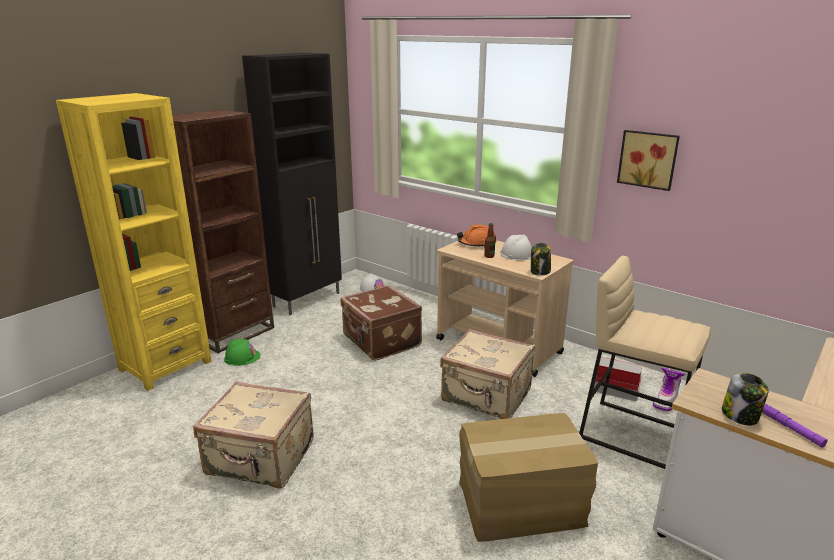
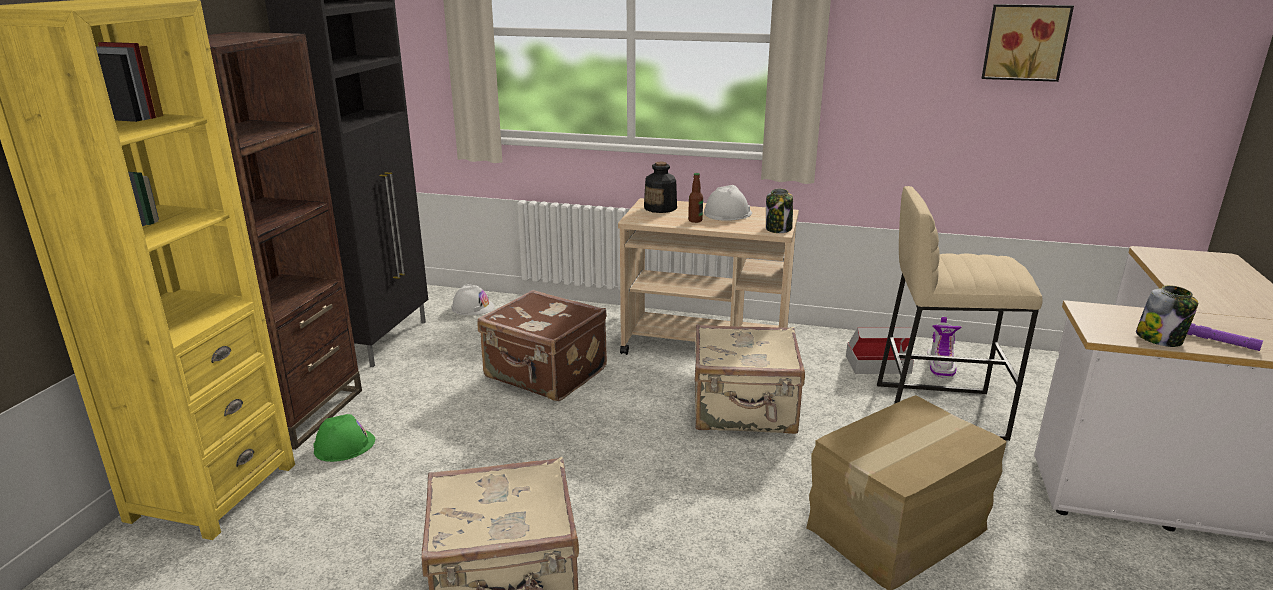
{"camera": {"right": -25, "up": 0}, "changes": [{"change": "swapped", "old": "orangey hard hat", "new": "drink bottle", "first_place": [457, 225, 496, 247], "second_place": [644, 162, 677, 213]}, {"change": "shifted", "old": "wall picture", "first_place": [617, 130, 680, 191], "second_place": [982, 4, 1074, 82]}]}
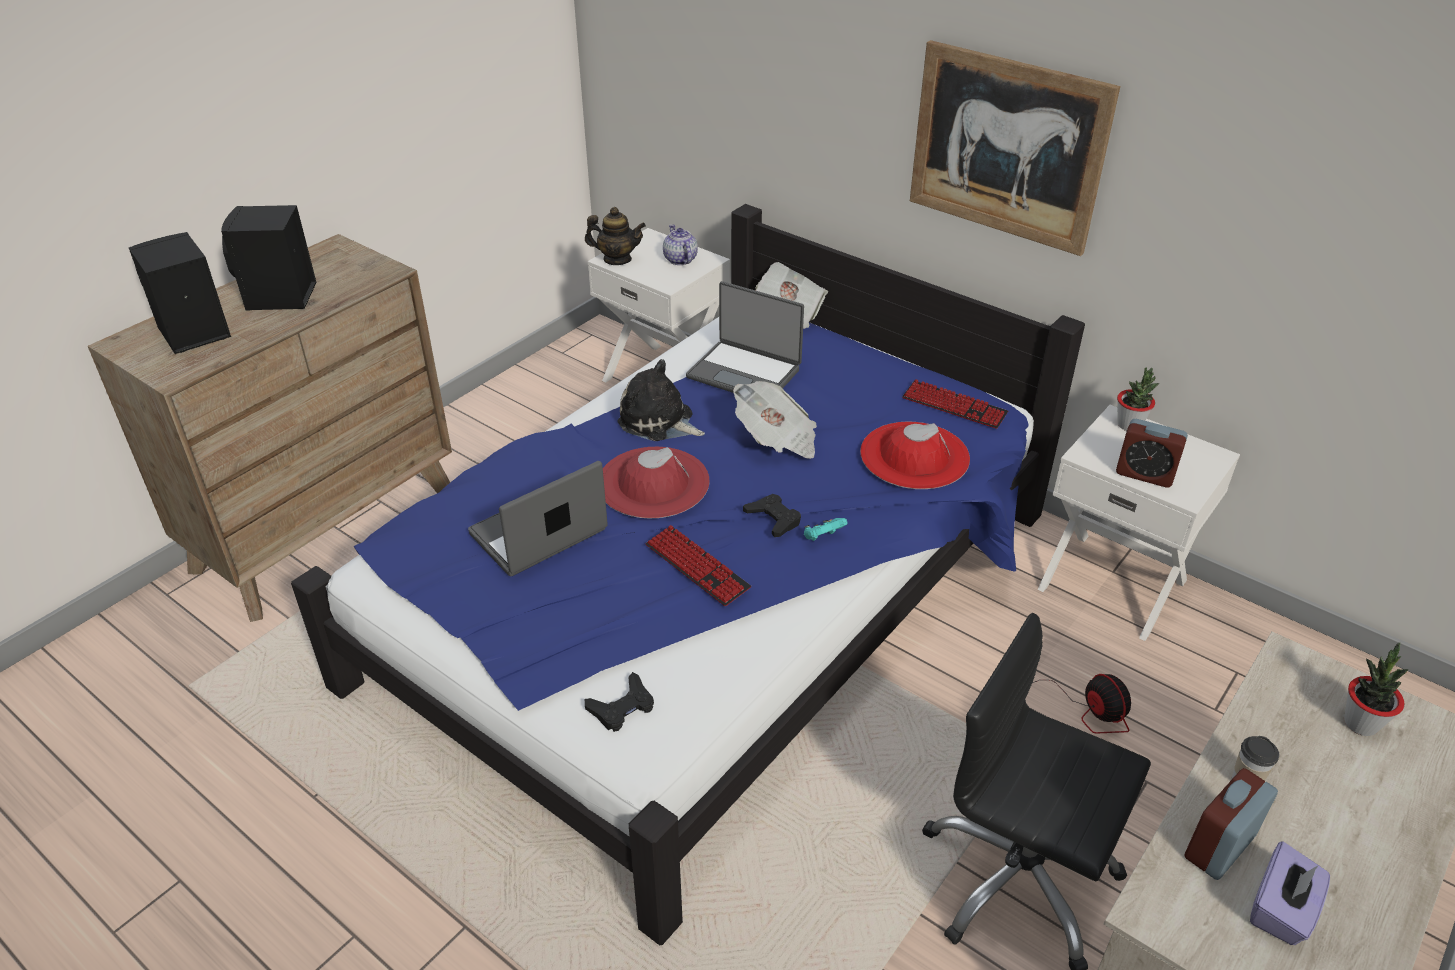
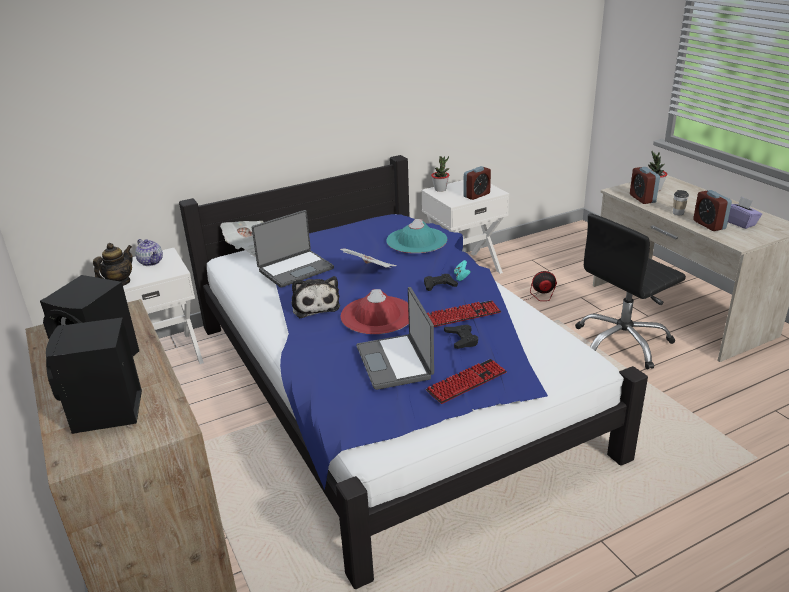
{"camera": {"right": -65, "up": -10}, "changes": [{"change": "shifted", "old": "black joypad", "first_place": [585, 672, 654, 732], "second_place": [444, 324, 478, 349]}, {"change": "rotated", "old": "cuddly toy", "first_place": [617, 359, 705, 441], "second_place": [291, 276, 340, 318], "degrees": -75}, {"change": "rotated", "old": "pot for tea", "first_place": [663, 224, 698, 265], "second_place": [135, 239, 163, 266], "degrees": -135}, {"change": "repainted", "old": "red-coloured clothing hat", "new": "turquoise clothing hat", "first_place": [860, 422, 970, 489], "second_place": [386, 219, 447, 253]}, {"change": "shifted", "old": "keyboard", "first_place": [902, 379, 1008, 429], "second_place": [426, 359, 507, 404]}, {"change": "gone", "old": "wall picture", "first_place": [910, 40, 1120, 256]}, {"change": "new", "new": "alarm clock", "second_place": [630, 167, 660, 204]}]}
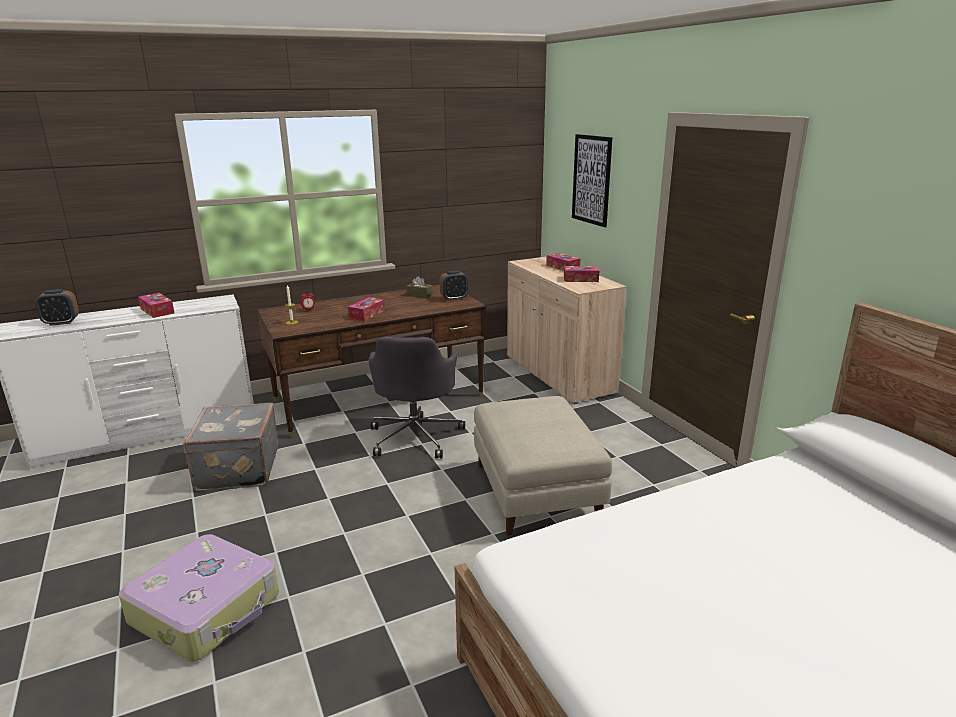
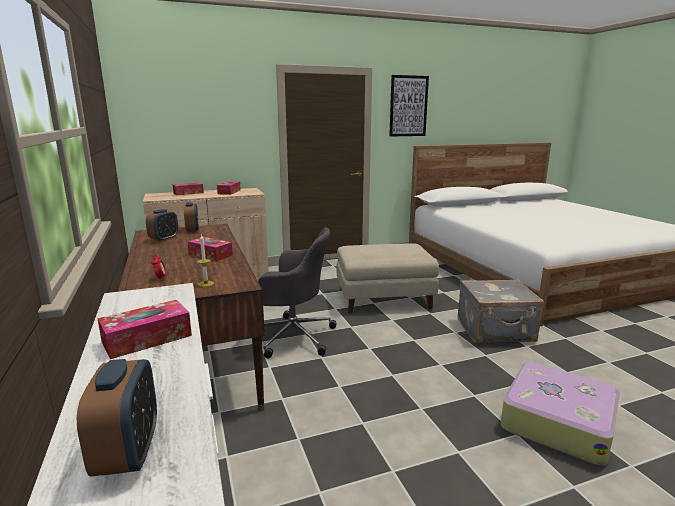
{"camera": {"right": -85, "up": -5}, "changes": [{"change": "shifted", "old": "gray suitcase", "first_place": [183, 403, 279, 491], "second_place": [458, 279, 544, 343]}, {"change": "swapped", "old": "brown-coloured box of tissues", "new": "alarm clock", "first_place": [407, 276, 433, 298], "second_place": [146, 209, 178, 242]}, {"change": "shifted", "old": "wall picture", "first_place": [572, 134, 612, 227], "second_place": [389, 75, 429, 137]}]}
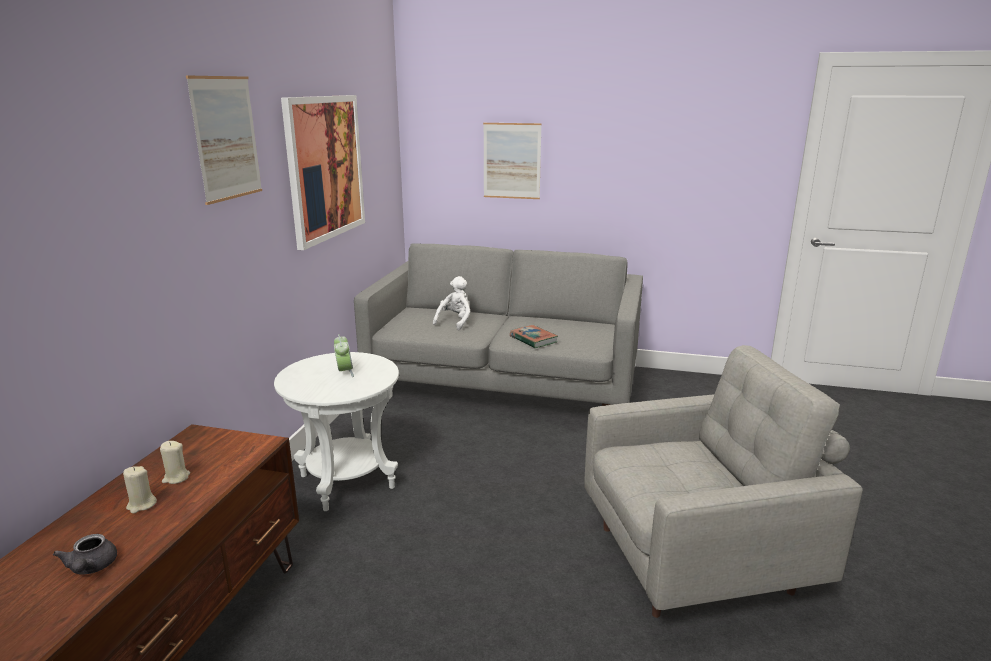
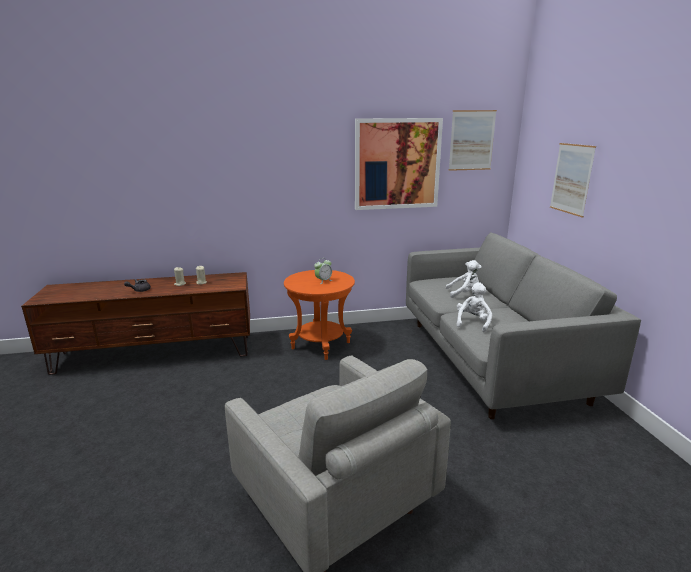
{"camera": {"right": 65, "up": 0}, "changes": [{"change": "shifted", "old": "wall picture", "first_place": [186, 76, 262, 205], "second_place": [449, 110, 497, 171]}, {"change": "repainted", "old": "whitish end table", "new": "orangey end table", "first_place": [274, 352, 399, 511], "second_place": [284, 270, 355, 360]}, {"change": "swapped", "old": "book", "new": "whitish cuddly toy", "first_place": [510, 325, 558, 348], "second_place": [456, 282, 492, 332]}]}
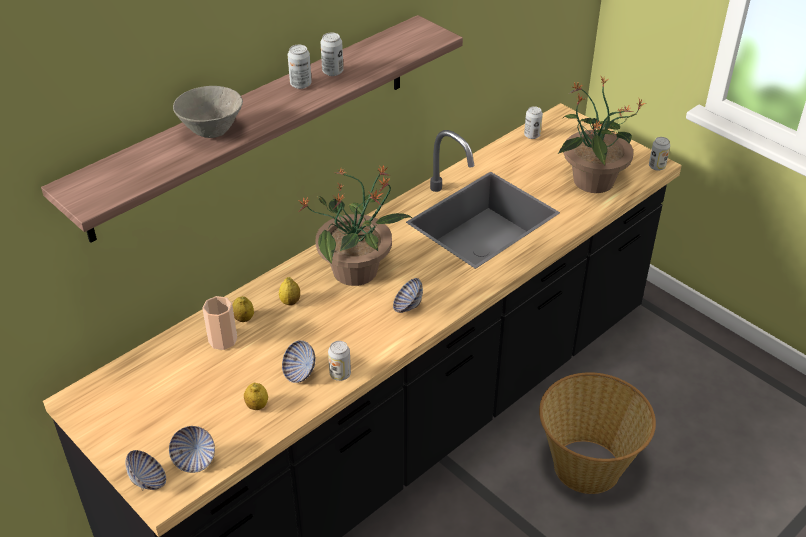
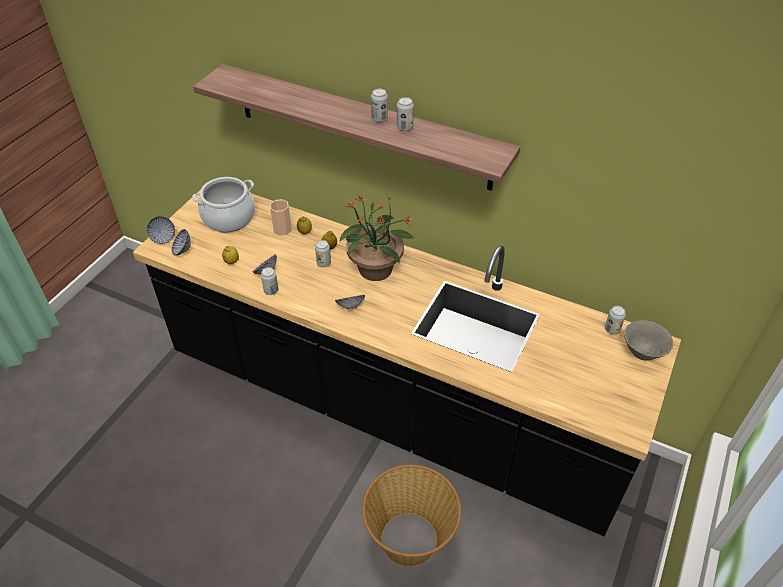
{"camera": {"right": 70, "up": 5}, "changes": [{"change": "shifted", "old": "gray bowl", "first_place": [173, 86, 243, 138], "second_place": [624, 320, 673, 361]}, {"change": "gone", "old": "potted plant", "first_place": [558, 76, 646, 193]}, {"change": "shifted", "old": "metal can", "first_place": [649, 137, 670, 171], "second_place": [315, 240, 331, 267]}, {"change": "new", "new": "saucepot", "second_place": [192, 177, 255, 232]}]}
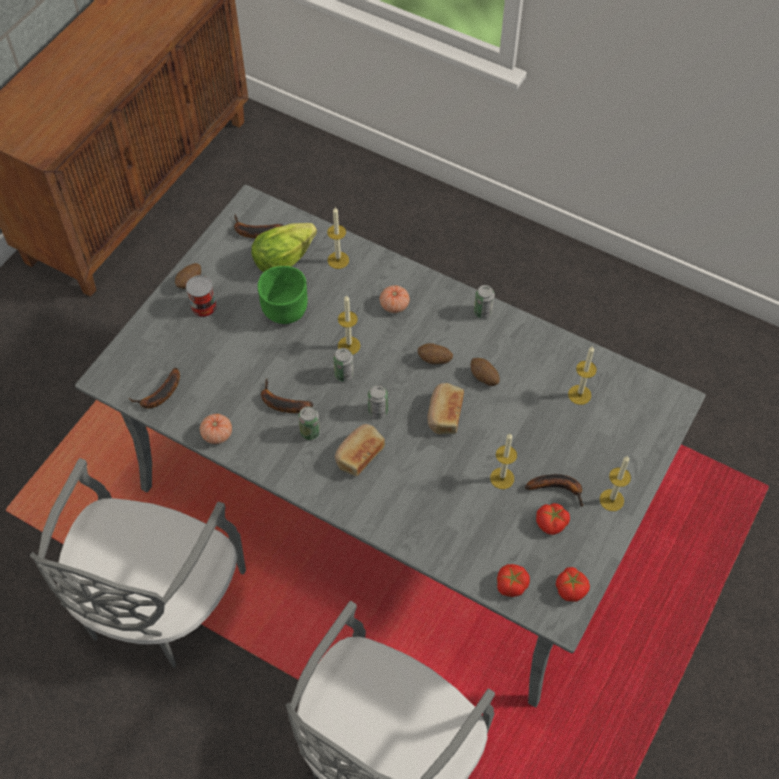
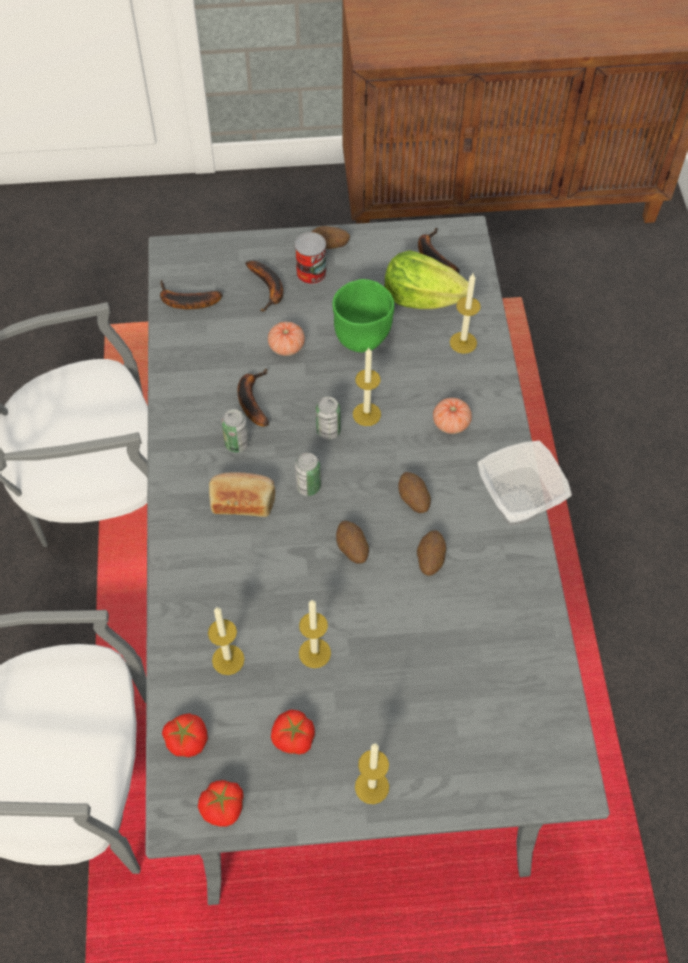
{"camera": {"right": 55, "up": 0}, "changes": [{"change": "shifted", "old": "whole tomato", "first_place": [200, 414, 232, 444], "second_place": [268, 322, 305, 356]}, {"change": "swapped", "old": "bread", "new": "whole potato", "first_place": [428, 383, 464, 434], "second_place": [336, 521, 369, 564]}, {"change": "swapped", "old": "metal can", "new": "bowl", "first_place": [474, 285, 495, 319], "second_place": [478, 441, 572, 526]}, {"change": "shifted", "old": "banana", "first_place": [525, 474, 584, 507], "second_place": [245, 261, 283, 311]}, {"change": "shifted", "old": "wax candle", "first_place": [568, 346, 597, 405], "second_place": [208, 607, 245, 675]}]}
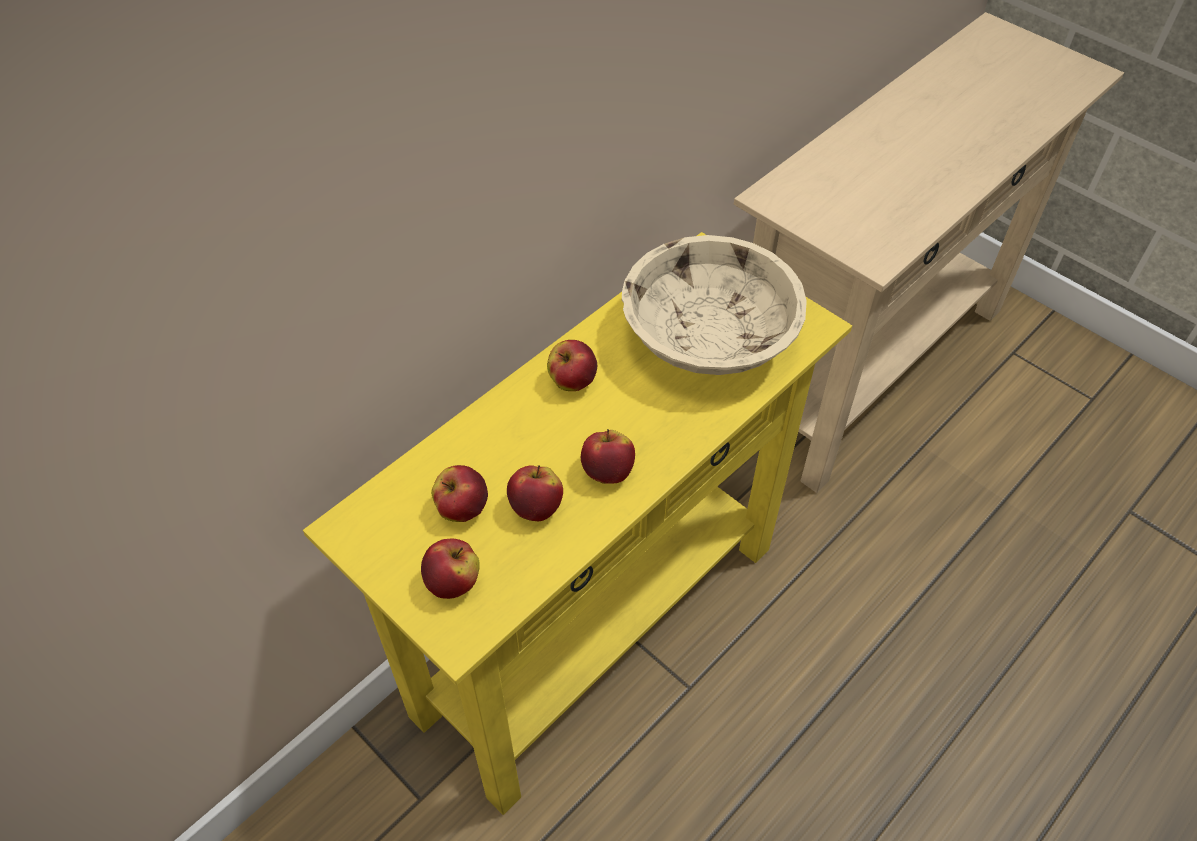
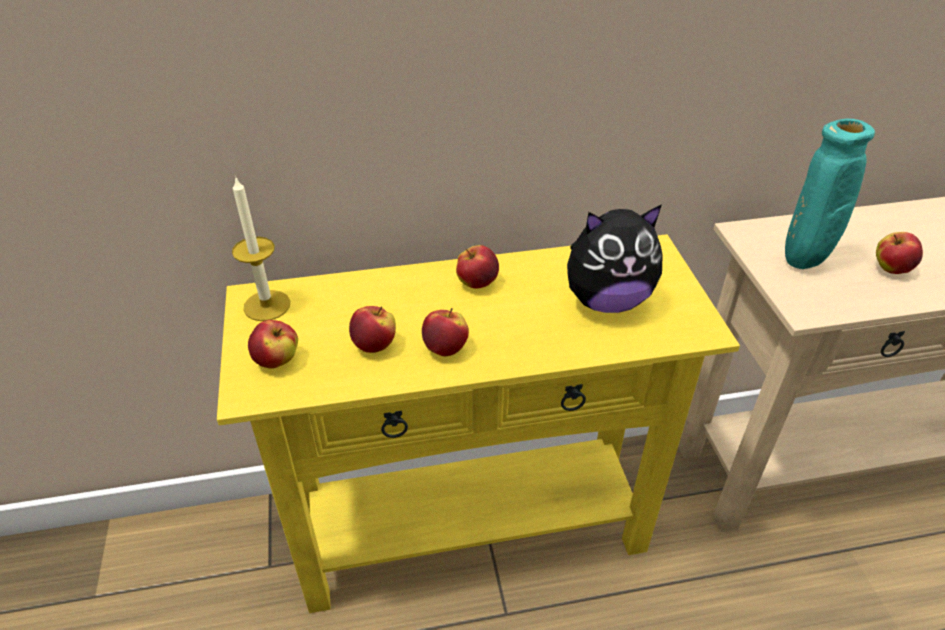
{"camera": {"right": 35, "up": -10}, "changes": [{"change": "shifted", "old": "apple fruit", "first_place": [431, 465, 488, 522], "second_place": [876, 232, 923, 274]}, {"change": "swapped", "old": "beige bowl", "new": "cuddly toy", "first_place": [622, 235, 807, 375], "second_place": [567, 205, 663, 313]}, {"change": "new", "new": "wax candle", "second_place": [232, 176, 290, 321]}, {"change": "new", "new": "turquoise vase", "second_place": [785, 119, 875, 269]}]}
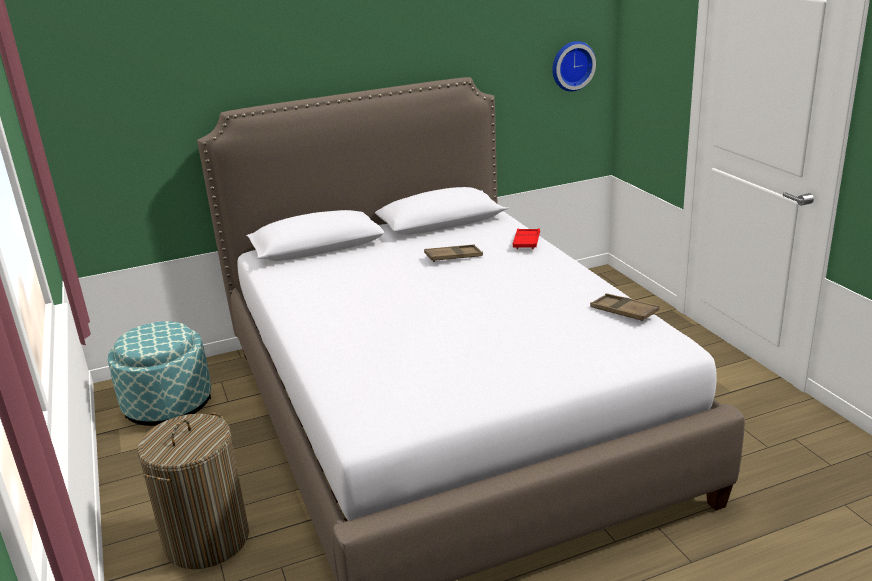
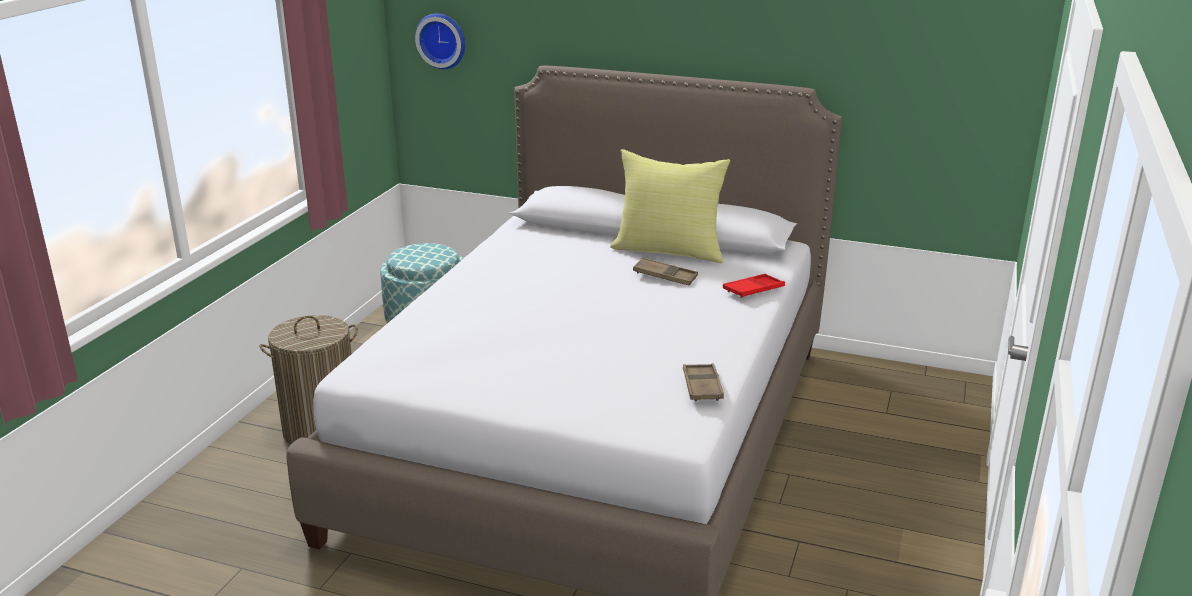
{"camera": {"right": 40, "up": 0}, "changes": [{"change": "shifted", "old": "hanging clock", "first_place": [552, 41, 596, 92], "second_place": [415, 13, 465, 69]}, {"change": "new", "new": "yellowish pillow", "second_place": [610, 149, 730, 263]}]}
